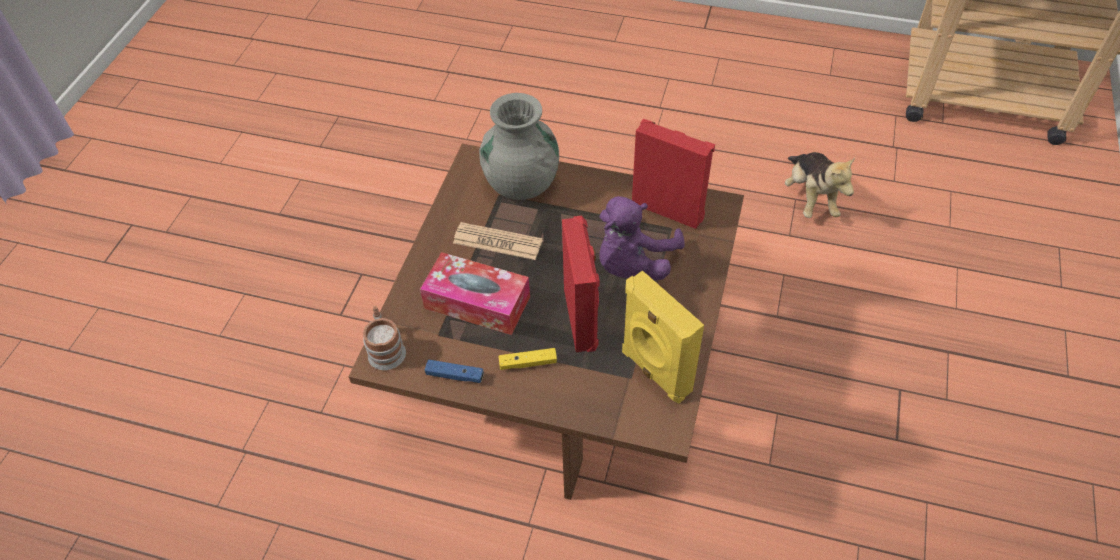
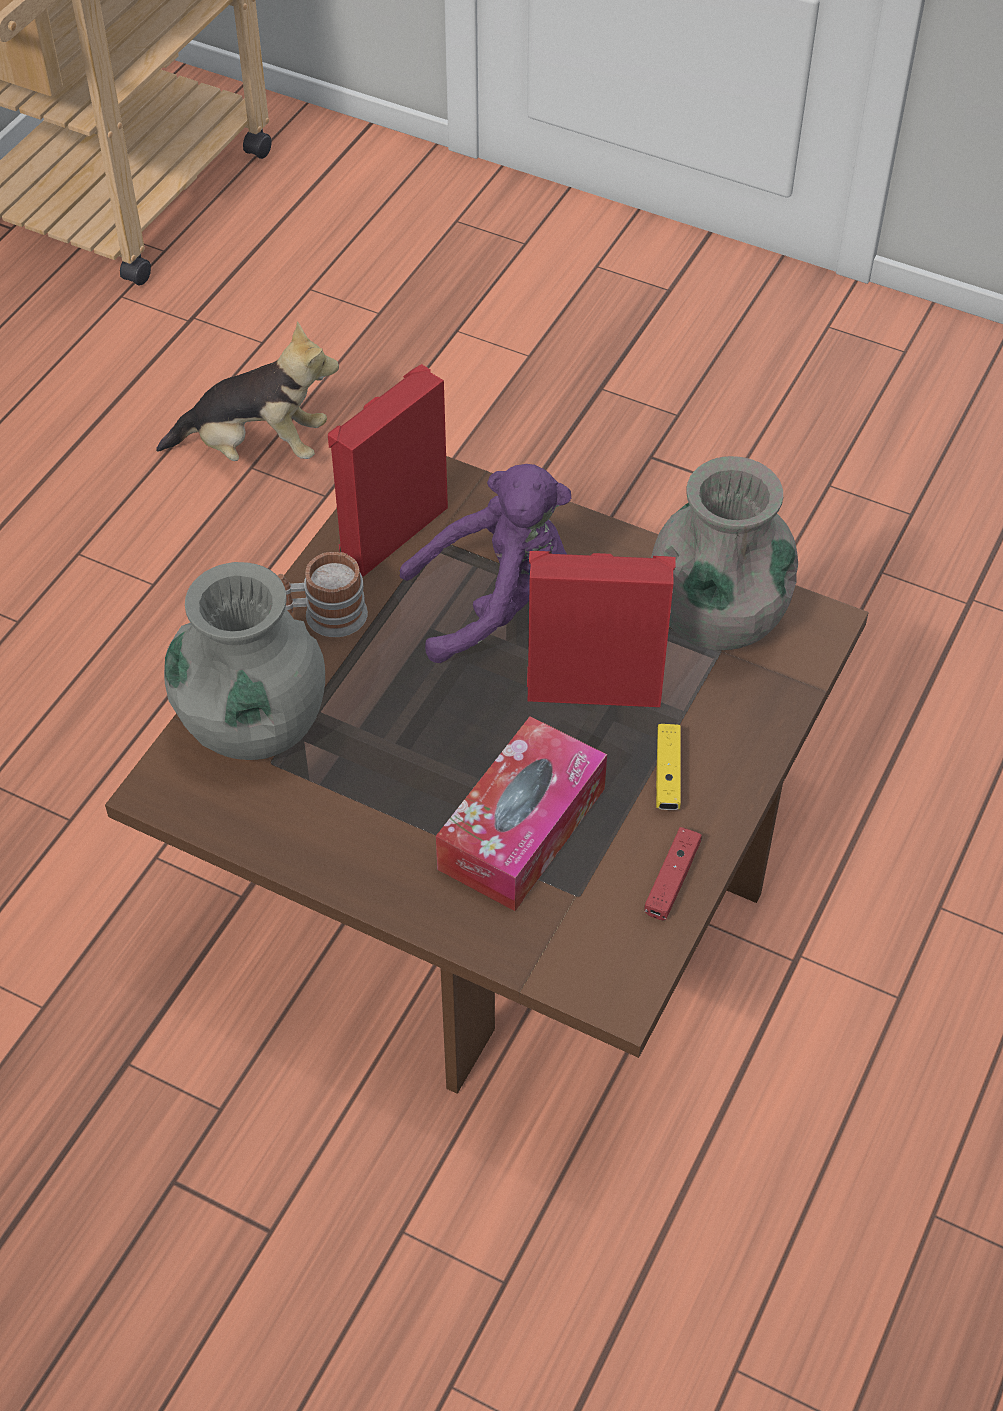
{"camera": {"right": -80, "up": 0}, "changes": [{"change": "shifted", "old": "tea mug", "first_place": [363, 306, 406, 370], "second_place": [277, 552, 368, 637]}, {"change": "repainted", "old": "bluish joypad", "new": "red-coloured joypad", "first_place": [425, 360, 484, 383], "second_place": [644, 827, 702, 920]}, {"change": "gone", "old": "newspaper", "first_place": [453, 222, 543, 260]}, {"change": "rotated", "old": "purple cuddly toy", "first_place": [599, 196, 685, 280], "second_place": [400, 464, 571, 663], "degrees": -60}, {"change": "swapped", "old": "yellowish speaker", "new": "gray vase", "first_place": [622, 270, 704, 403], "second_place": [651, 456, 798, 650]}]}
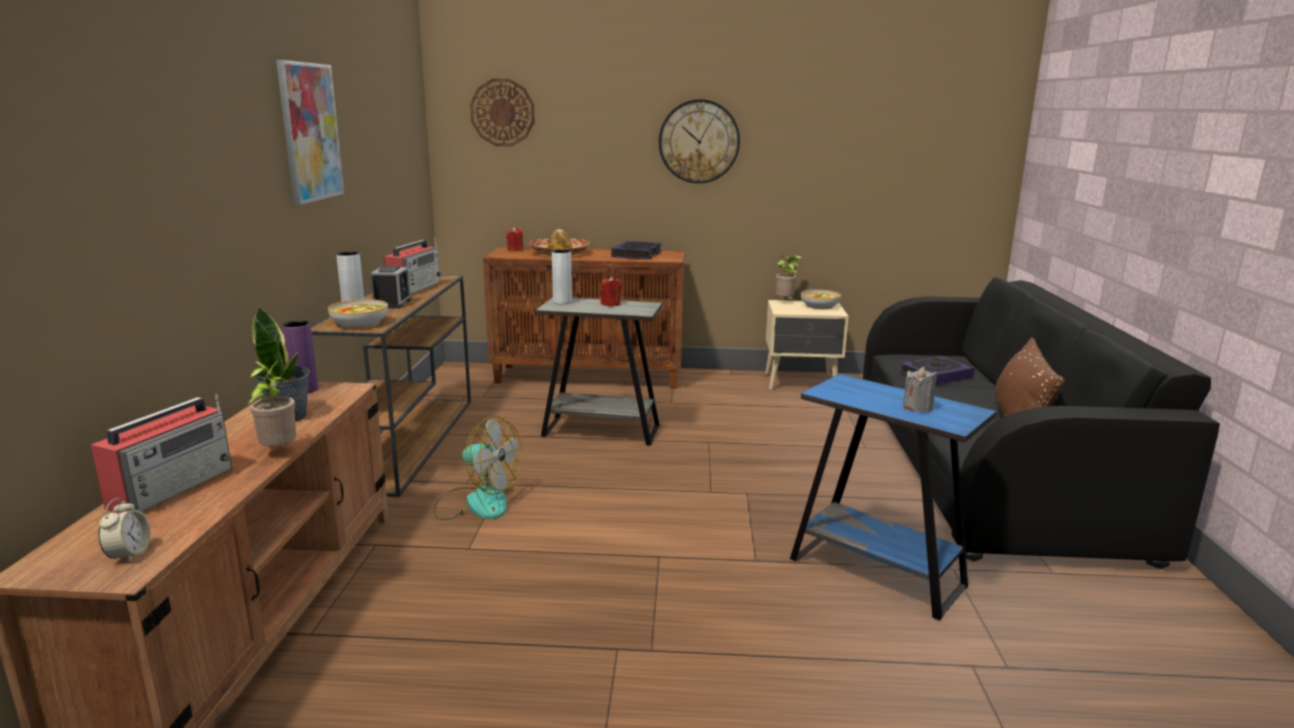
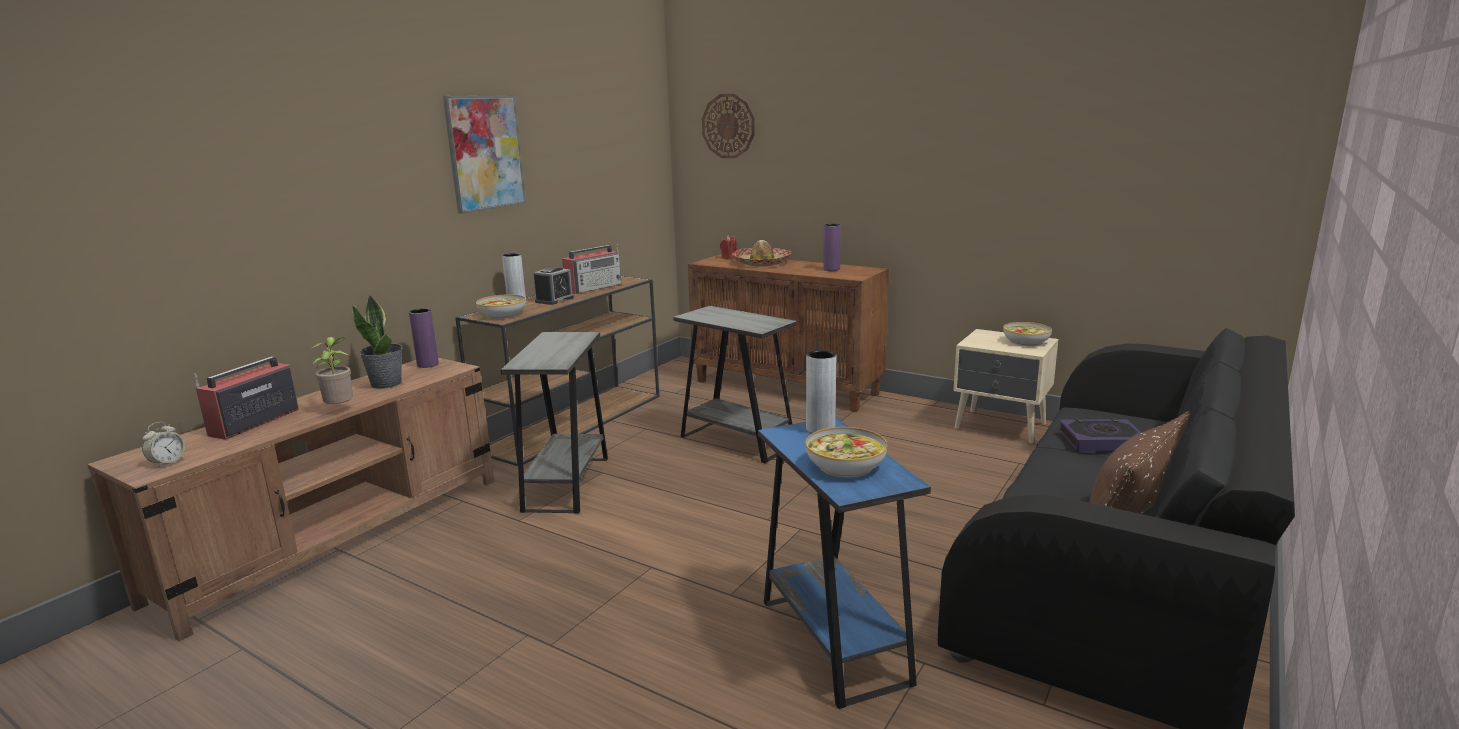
{"camera": {"right": 30, "up": 0}, "changes": [{"change": "rotated", "old": "radio receiver", "first_place": [91, 394, 232, 513], "second_place": [194, 356, 299, 440], "degrees": 150}, {"change": "swapped", "old": "electric fan", "new": "gray end table", "first_place": [433, 416, 522, 520], "second_place": [501, 332, 608, 514]}, {"change": "shifted", "old": "gray vase", "first_place": [552, 249, 572, 304], "second_place": [806, 350, 836, 433]}, {"change": "gone", "old": "red-coloured wax candle", "first_place": [600, 276, 622, 306]}, {"change": "swapped", "old": "book", "new": "purple vase", "first_place": [611, 241, 662, 259], "second_place": [823, 224, 841, 271]}, {"change": "gone", "old": "hanging clock", "first_place": [659, 99, 740, 183]}, {"change": "gone", "old": "potted plant", "first_place": [776, 256, 802, 299]}, {"change": "swapped", "old": "gray wax candle", "new": "bowl", "first_place": [903, 367, 938, 412], "second_place": [805, 427, 887, 478]}]}
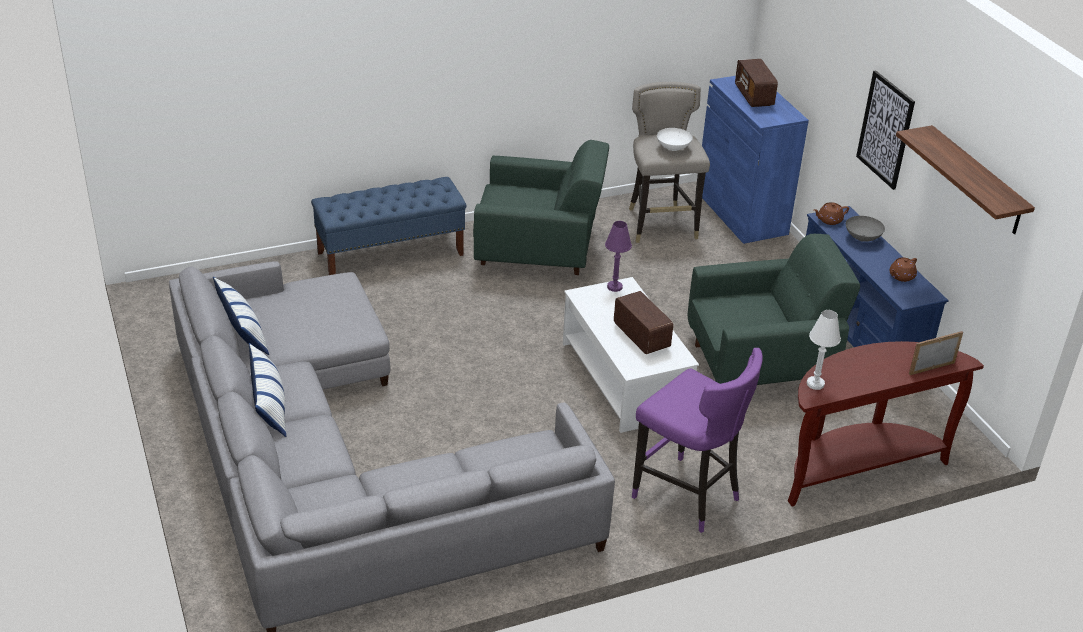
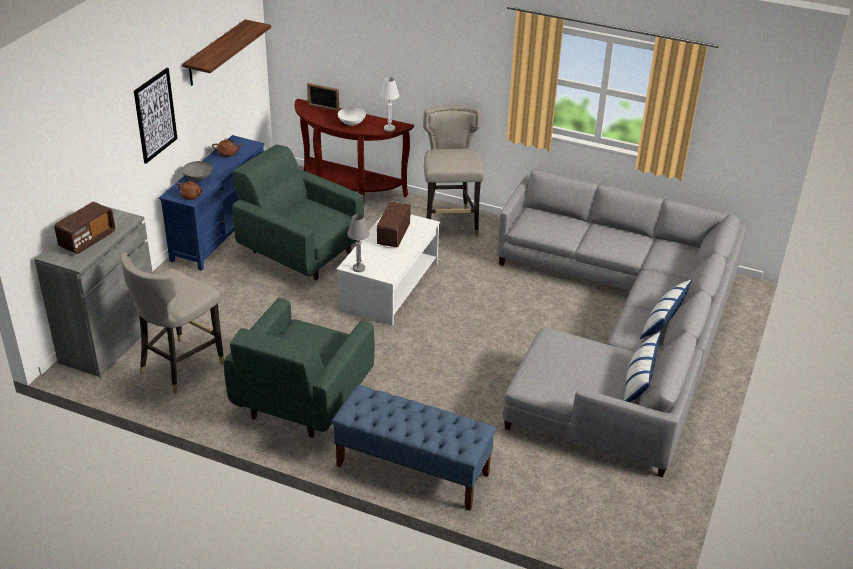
{"camera": {"right": -135, "up": 0}, "changes": [{"change": "rotated", "old": "greenish armchair", "first_place": [473, 140, 609, 275], "second_place": [224, 298, 375, 438], "degrees": -120}, {"change": "repainted", "old": "purple table lamp", "new": "gray table lamp", "first_place": [605, 221, 632, 292], "second_place": [347, 214, 369, 272]}, {"change": "repainted", "old": "purple sitting stool", "new": "gray sitting stool", "first_place": [632, 348, 763, 533], "second_place": [423, 105, 484, 237]}, {"change": "shifted", "old": "whitish bowl", "first_place": [657, 128, 693, 151], "second_place": [337, 107, 366, 126]}, {"change": "repainted", "old": "bluish cabinet", "new": "gray cabinet", "first_place": [702, 76, 809, 244], "second_place": [34, 206, 153, 377]}]}
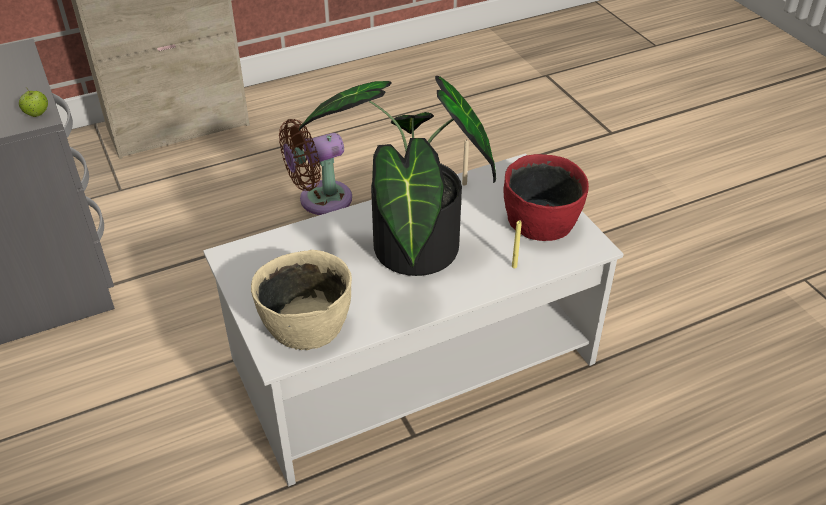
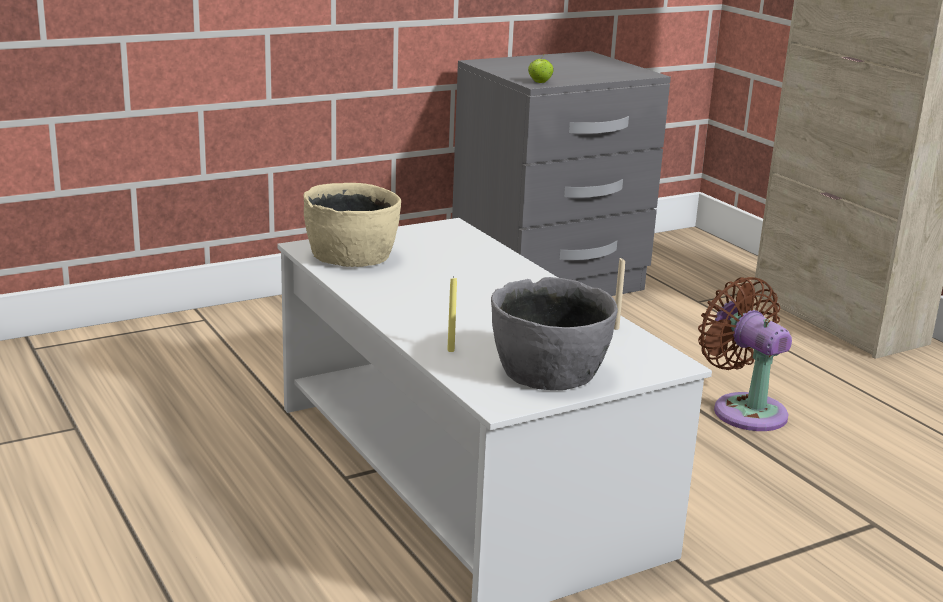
{"camera": {"right": 85, "up": -20}, "changes": [{"change": "gone", "old": "potted plant", "first_place": [299, 76, 496, 276]}, {"change": "repainted", "old": "red-coloured bowl", "new": "gray bowl", "first_place": [503, 154, 589, 241], "second_place": [491, 277, 618, 390]}]}
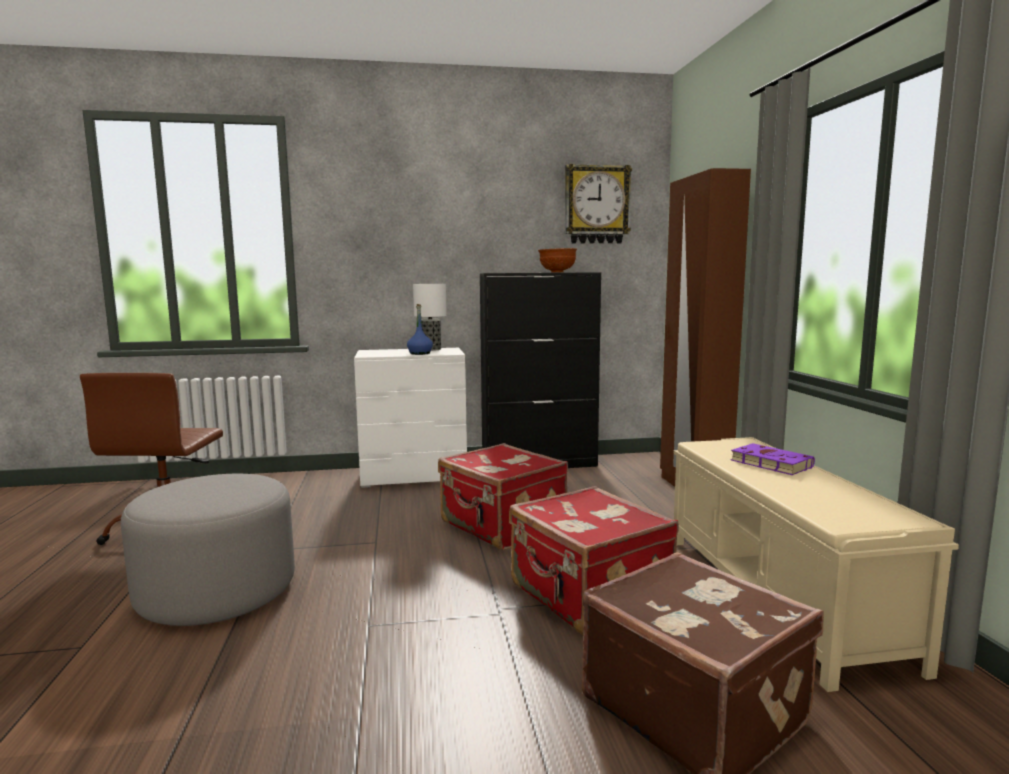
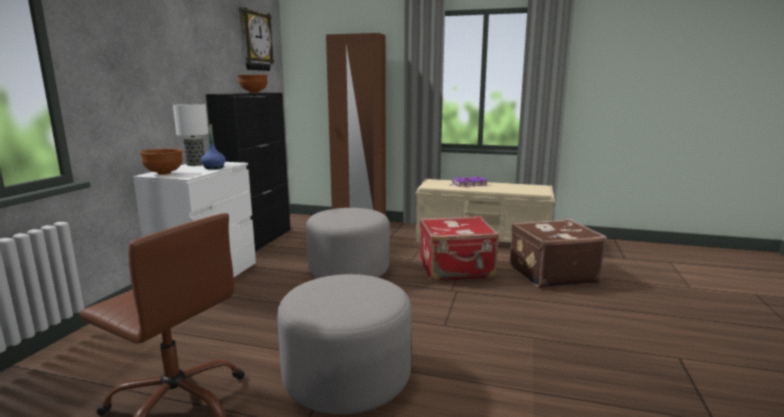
{"camera": {"right": -65, "up": 5}, "changes": [{"change": "swapped", "old": "red-coloured suitcase", "new": "gray ottoman", "first_place": [438, 443, 568, 550], "second_place": [306, 208, 390, 278]}, {"change": "new", "new": "brown-coloured bowl", "second_place": [139, 149, 183, 175]}]}
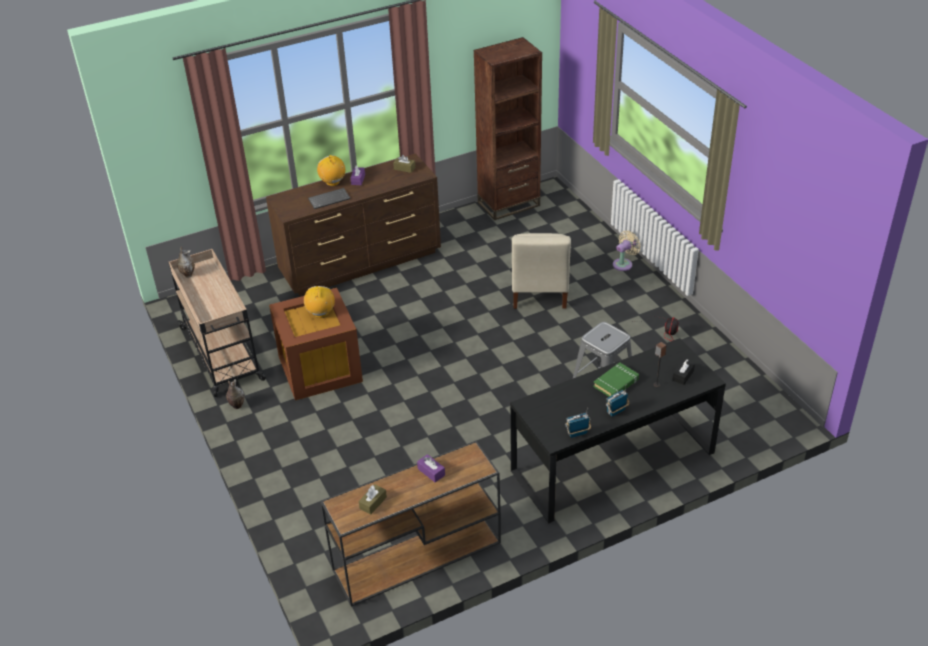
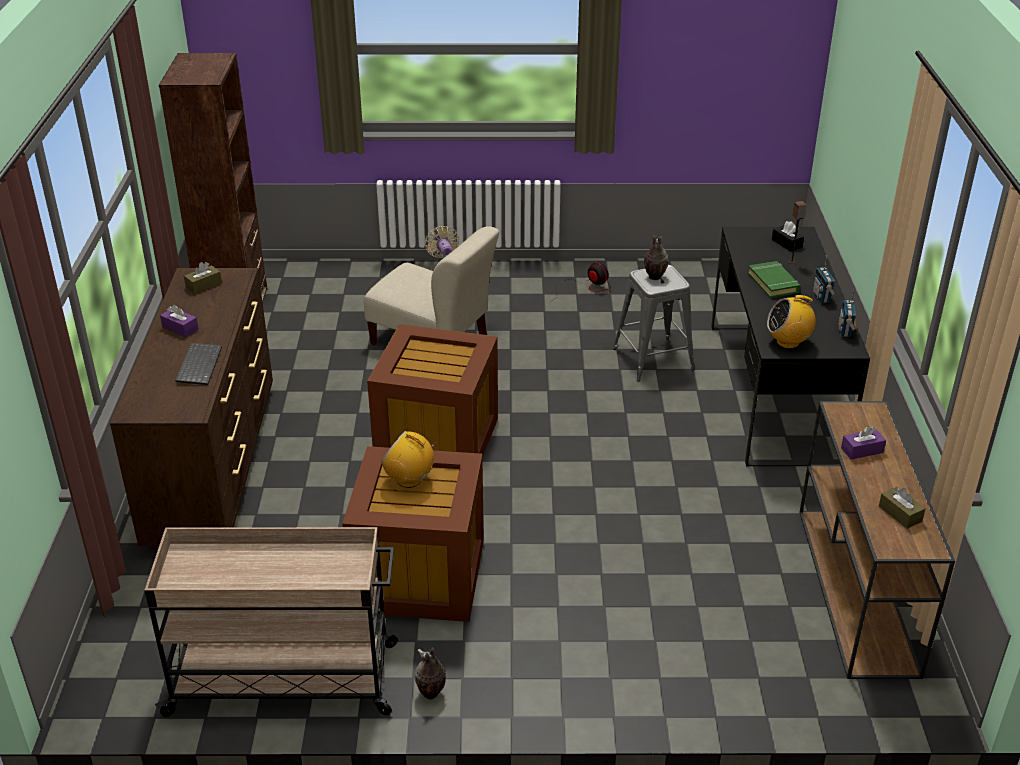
{"camera": {"right": -65, "up": -5}, "changes": [{"change": "shifted", "old": "vase", "first_place": [177, 246, 195, 277], "second_place": [644, 235, 669, 280]}, {"change": "shifted", "old": "radio receiver", "first_place": [317, 155, 345, 186], "second_place": [767, 295, 816, 349]}, {"change": "new", "new": "brown-coloured storage bin", "second_place": [367, 324, 498, 458]}]}
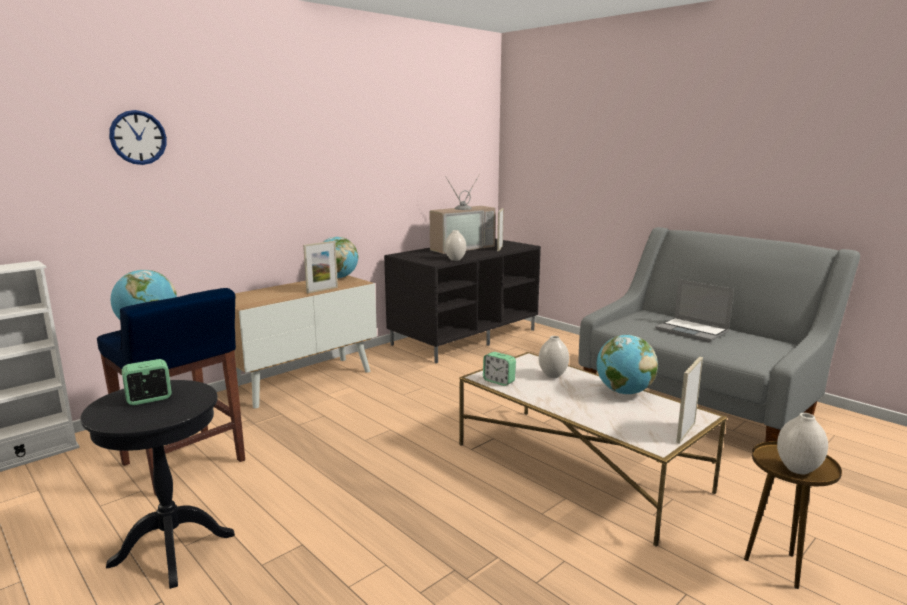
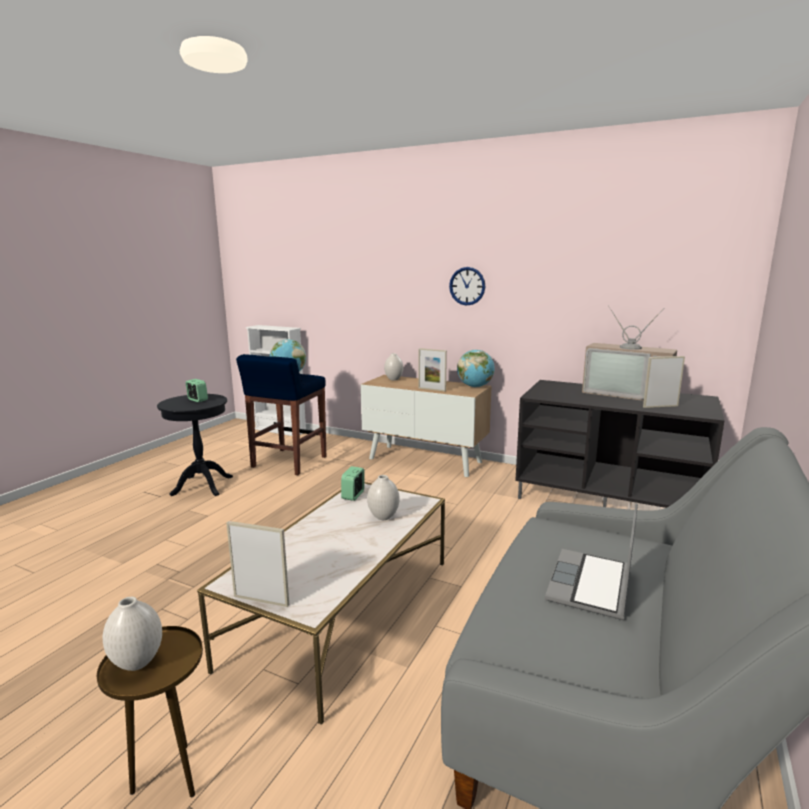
{"camera": {"right": 70, "up": 0}, "changes": [{"change": "shifted", "old": "hanging clock", "first_place": [109, 110, 167, 165], "second_place": [449, 267, 485, 306]}, {"change": "shifted", "old": "whitish vase", "first_place": [445, 230, 466, 261], "second_place": [384, 353, 403, 380]}, {"change": "gone", "old": "desk globe", "first_place": [597, 335, 658, 394]}]}
